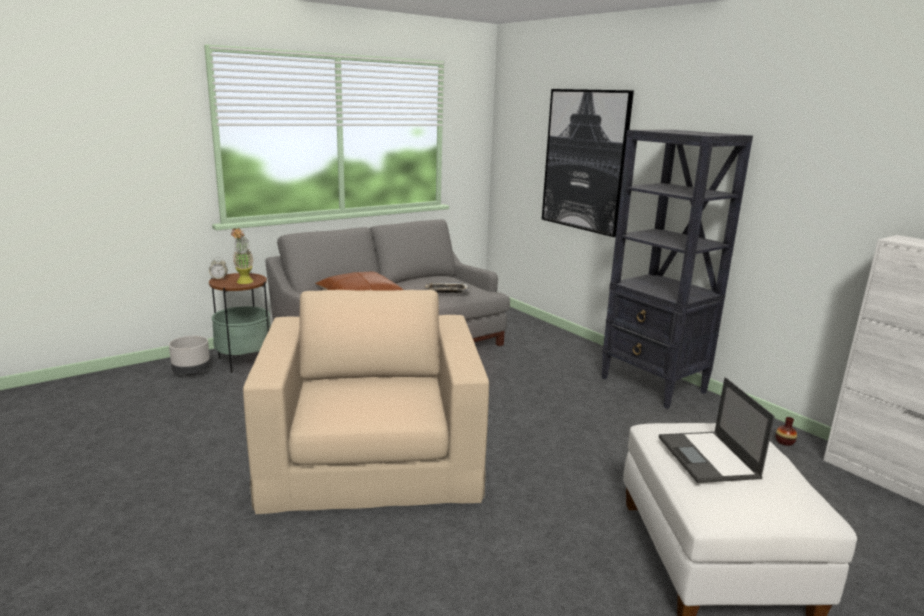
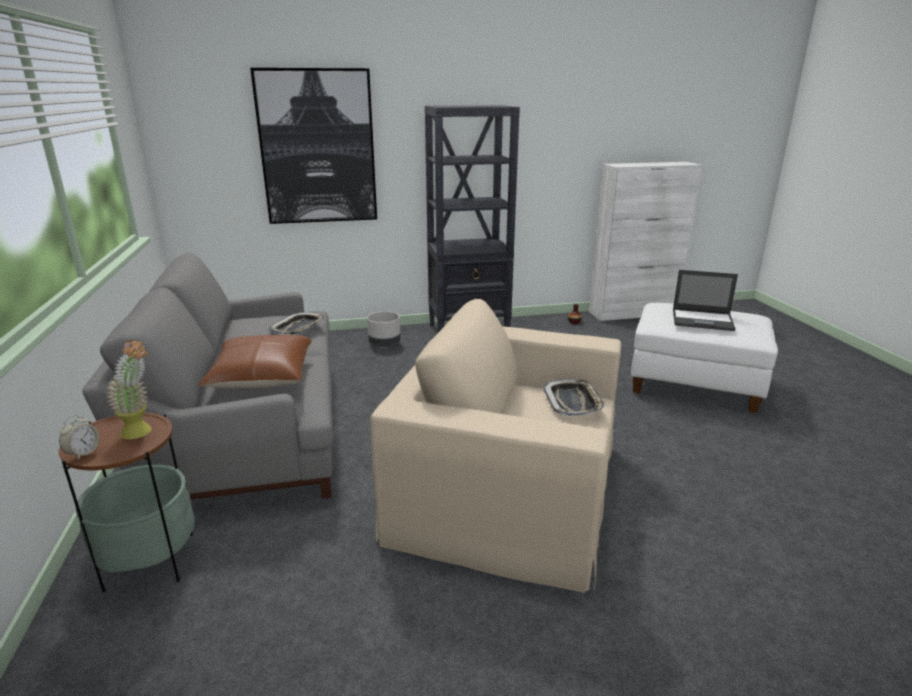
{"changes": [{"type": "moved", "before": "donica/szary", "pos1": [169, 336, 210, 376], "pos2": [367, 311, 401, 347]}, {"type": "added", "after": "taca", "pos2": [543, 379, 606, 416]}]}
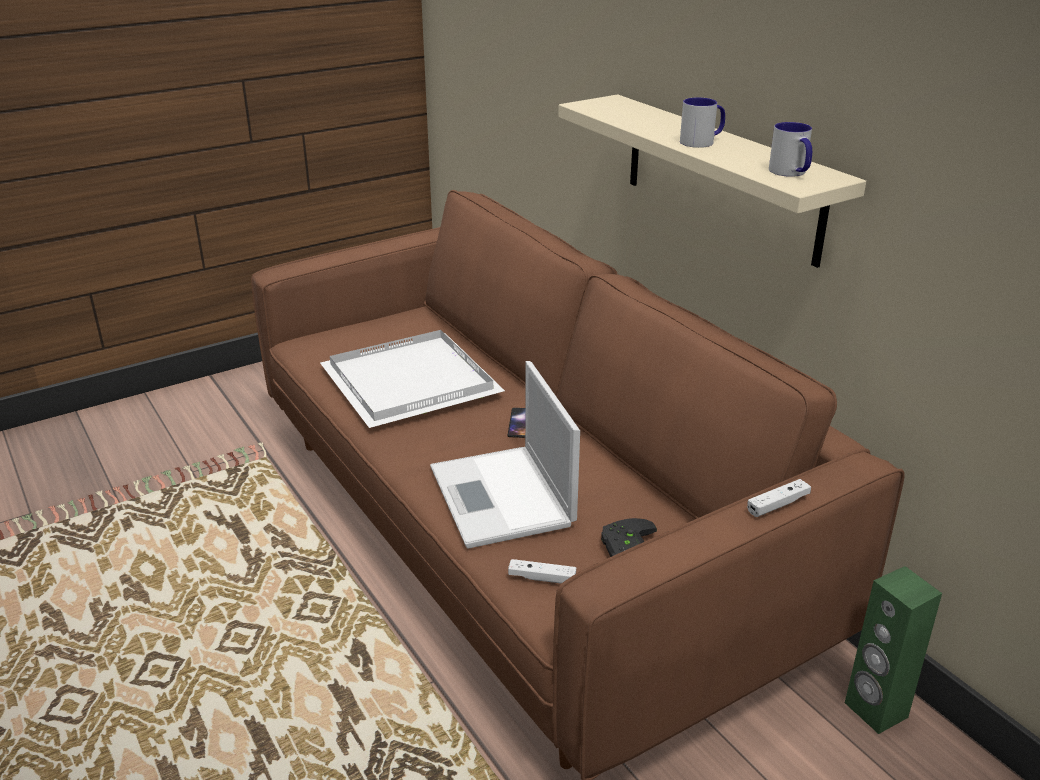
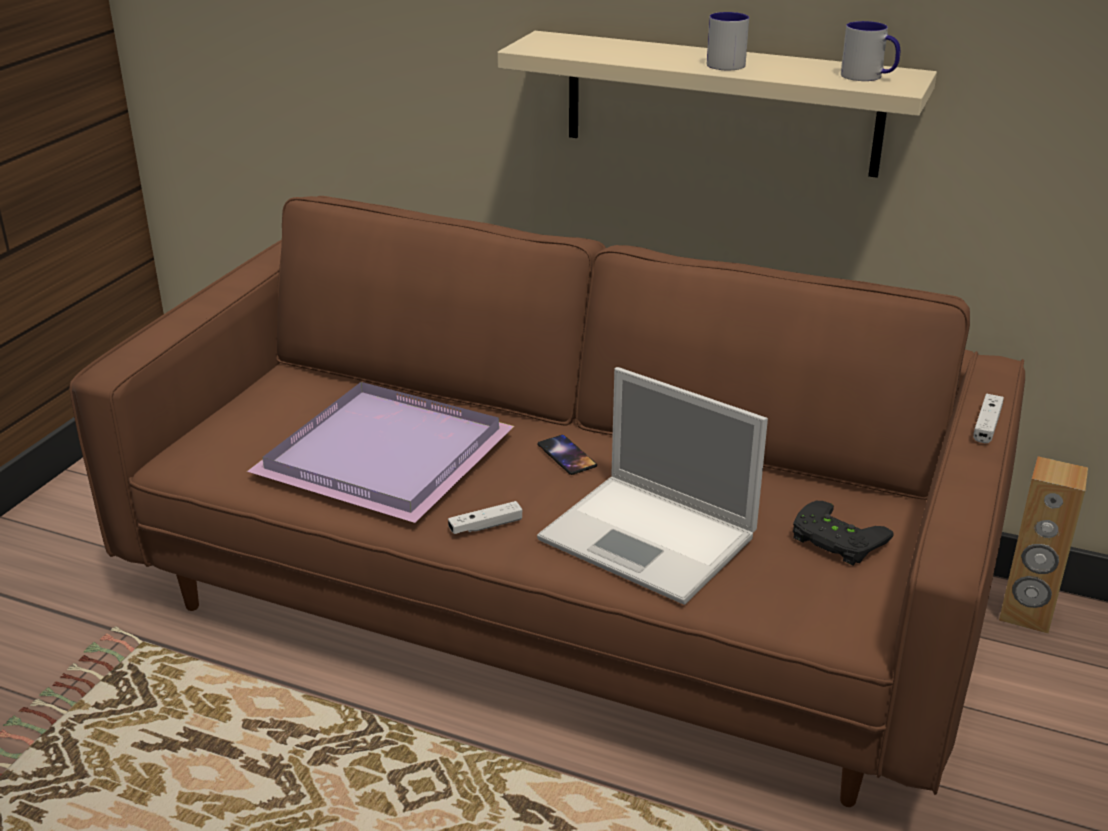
{"changes": [{"type": "recoloured", "before": "taca/biały", "after": "taca/fioletowy", "pos1": [320, 330, 505, 428], "pos2": [247, 382, 514, 523]}, {"type": "moved", "before": "pad do gier/biały", "pos1": [508, 559, 576, 584], "pos2": [448, 501, 522, 534]}, {"type": "recoloured", "before": "głośnik/zielony", "after": "głośnik/brązowy", "pos1": [845, 566, 942, 734], "pos2": [999, 456, 1088, 634]}]}
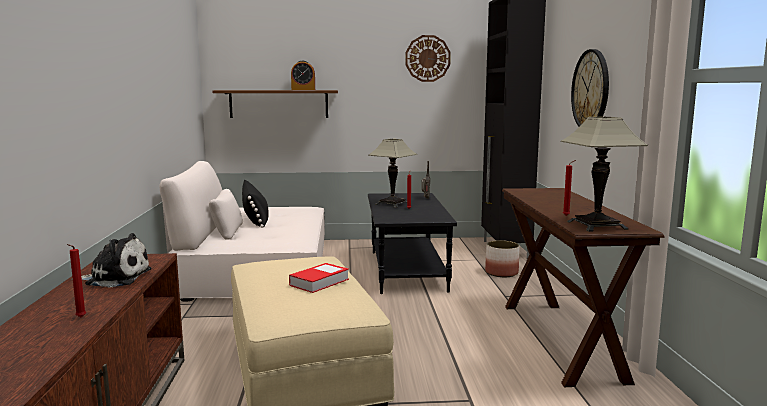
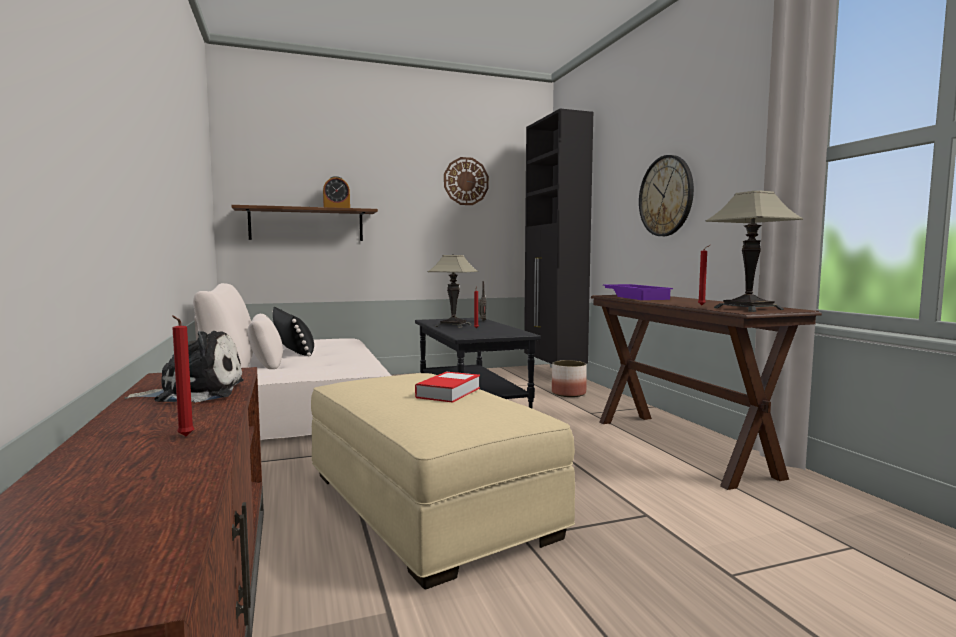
{"changes": [{"type": "added", "after": "taca/fioletowy", "pos2": [603, 284, 673, 300]}]}
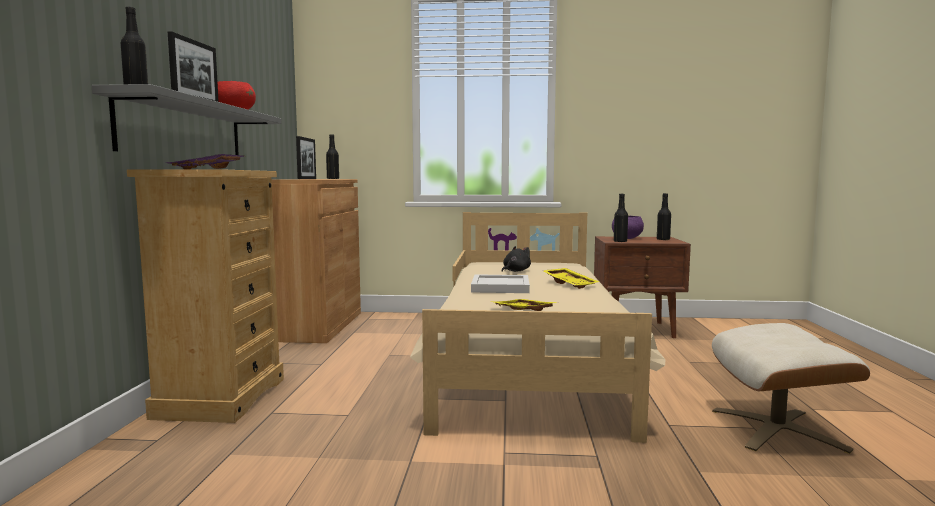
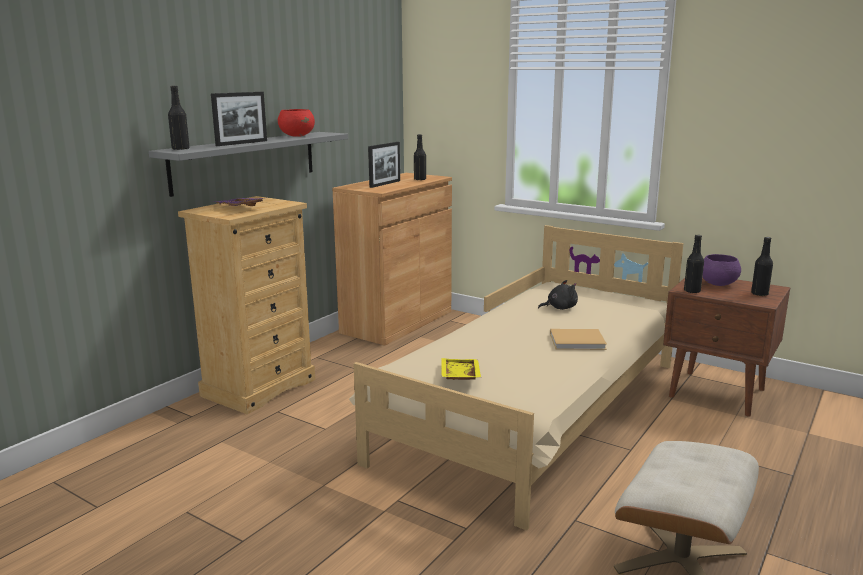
{"changes": [{"type": "replaced", "before": "taca/żółty", "after": "książka/beżowy", "pos1": [543, 268, 599, 289], "pos2": [550, 329, 607, 350]}, {"type": "removed", "before": "taca/biały", "pos1": [471, 274, 530, 293]}]}
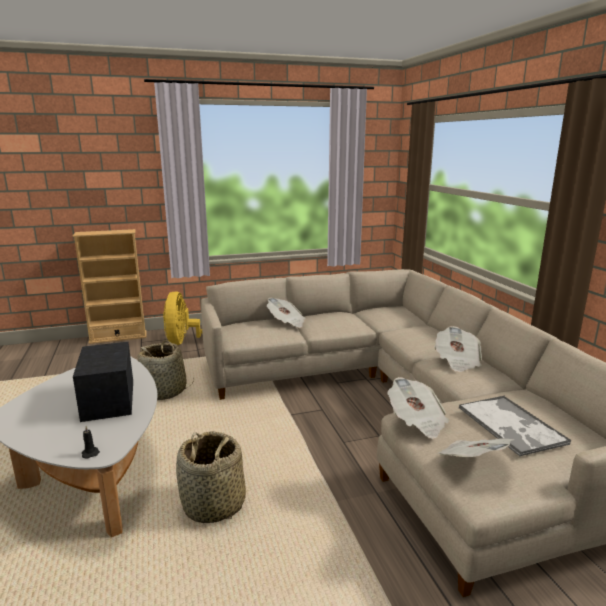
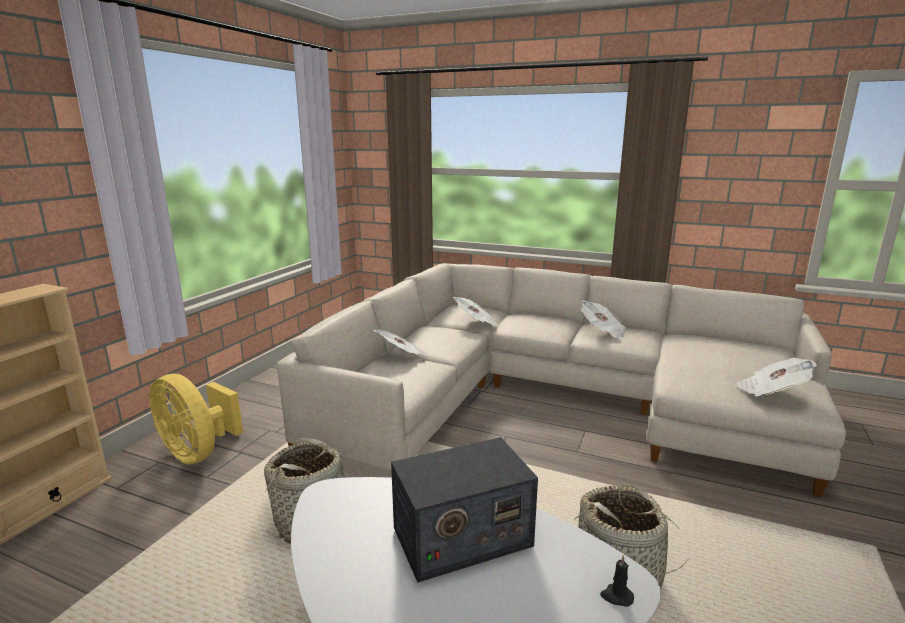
{"changes": [{"type": "turned", "before": "radio", "pos1": [73, 342, 133, 422], "pos2": [391, 437, 538, 583], "turn": -45}, {"type": "moved", "before": "gazeta", "pos1": [388, 377, 449, 439], "pos2": [453, 297, 498, 326]}, {"type": "removed", "before": "taca", "pos1": [459, 396, 571, 457]}]}
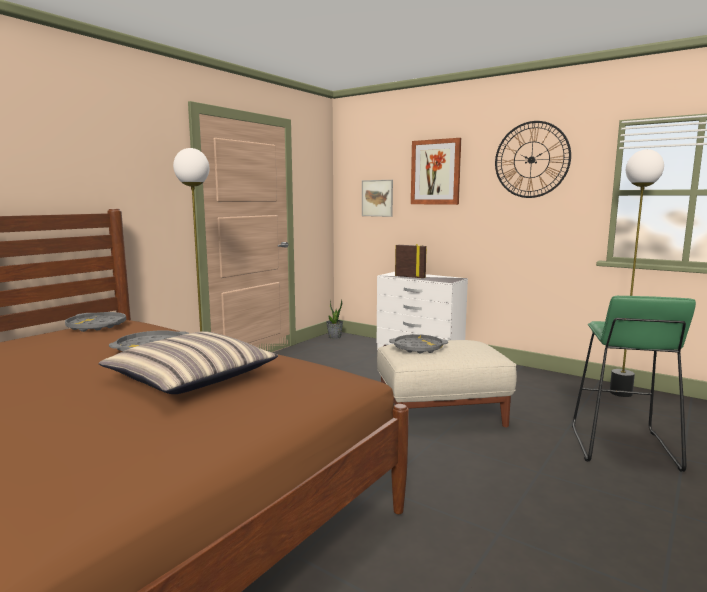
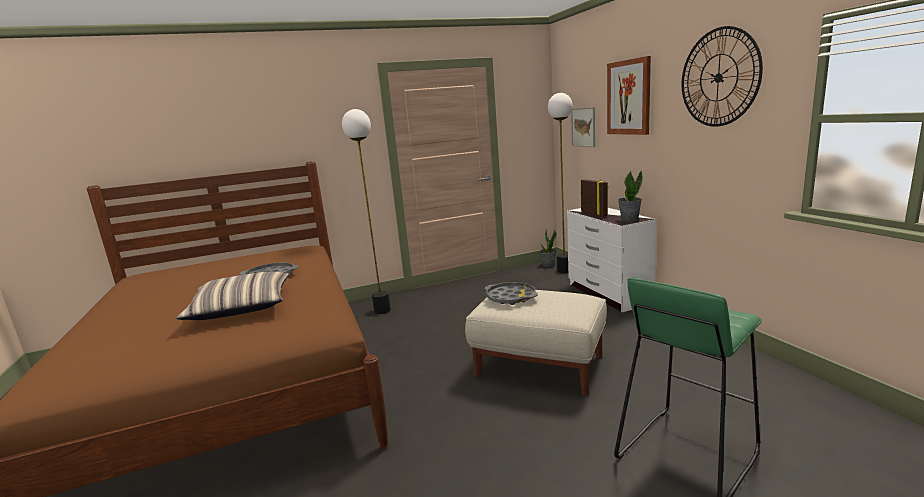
{"changes": [{"type": "moved", "before": "lampa stojąca", "pos1": [610, 149, 664, 397], "pos2": [548, 93, 573, 273]}, {"type": "added", "after": "roślina doniczkowa", "pos2": [618, 170, 643, 222]}, {"type": "removed", "before": "taca/szary", "pos1": [65, 312, 126, 332]}]}
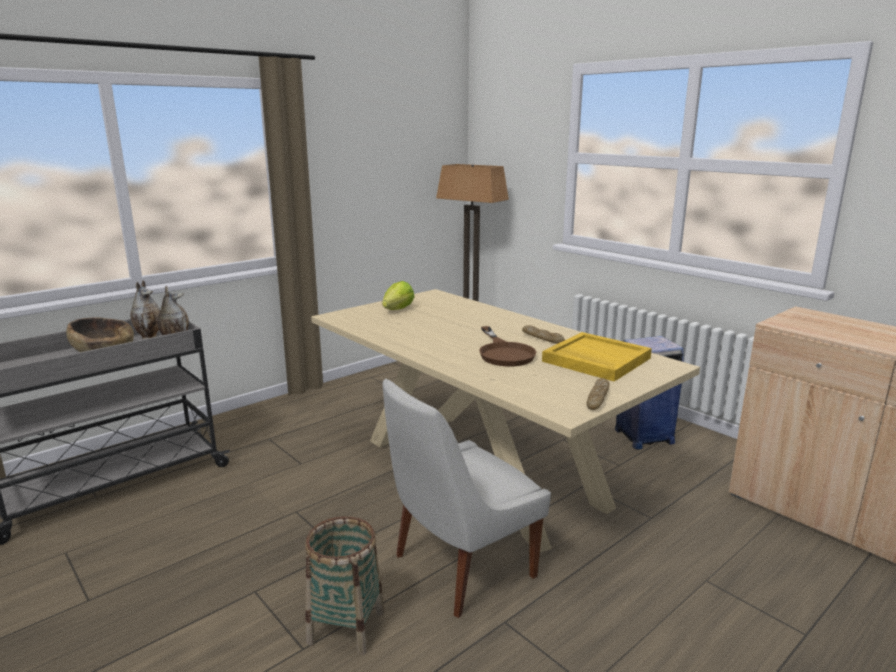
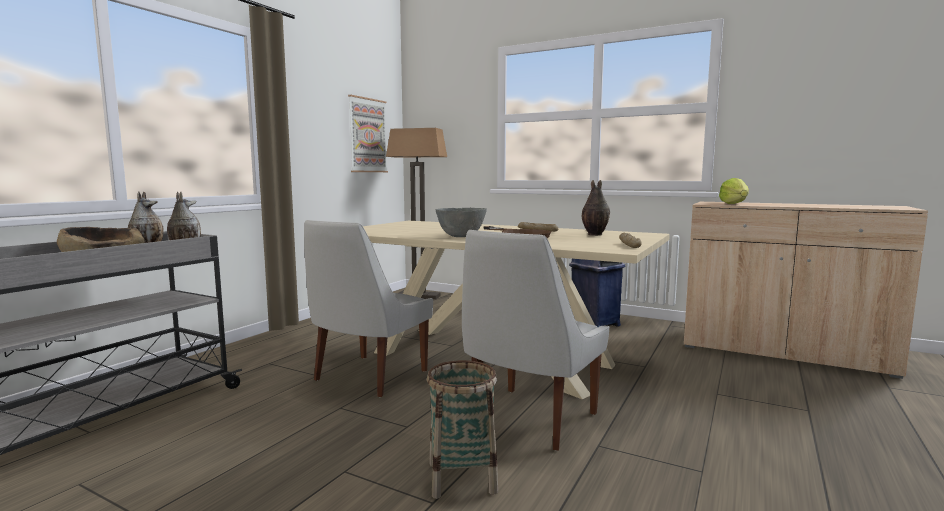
{"changes": [{"type": "added", "after": "krzesło/biały", "pos2": [304, 220, 433, 397]}, {"type": "added", "after": "obraz", "pos2": [348, 95, 388, 172]}, {"type": "added", "after": "miska/szary", "pos2": [435, 208, 487, 237]}, {"type": "replaced", "before": "taca/żółty", "after": "wazon", "pos1": [542, 332, 652, 382], "pos2": [582, 180, 610, 236]}, {"type": "moved", "before": "sałata", "pos1": [382, 281, 415, 310], "pos2": [719, 178, 749, 204]}]}
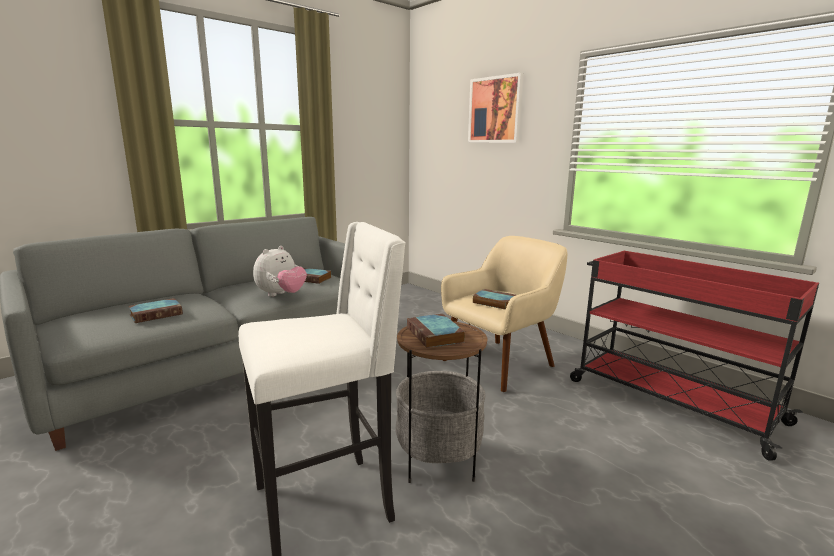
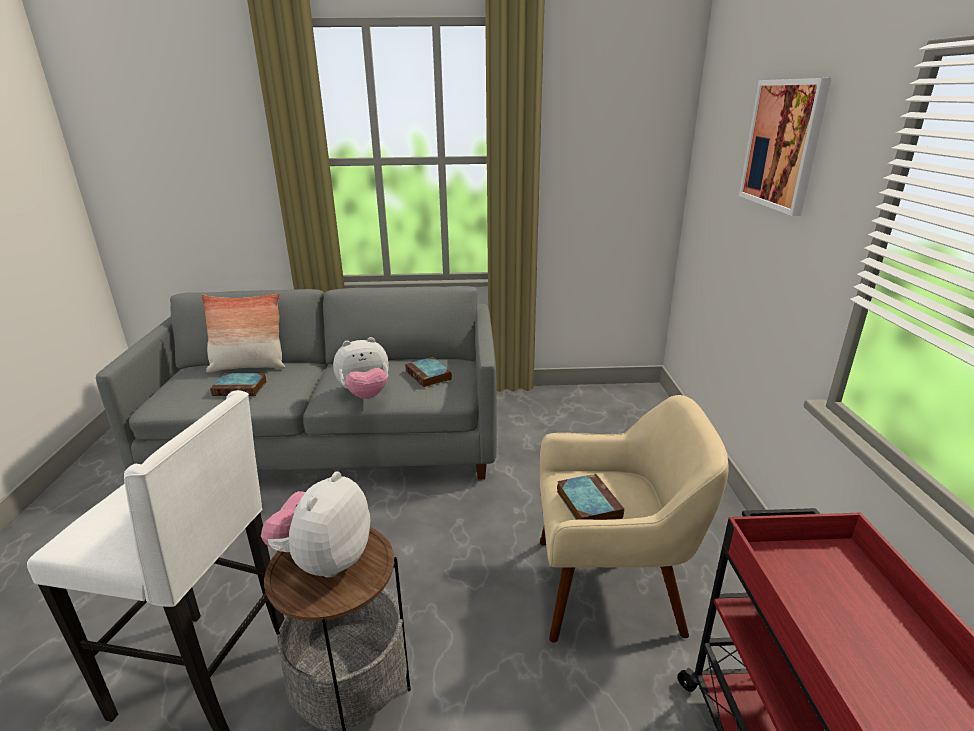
{"changes": [{"type": "added", "after": "poduszka", "pos2": [202, 293, 285, 373]}, {"type": "replaced", "before": "książka", "after": "pluszak", "pos1": [407, 314, 465, 348], "pos2": [261, 471, 371, 578]}]}
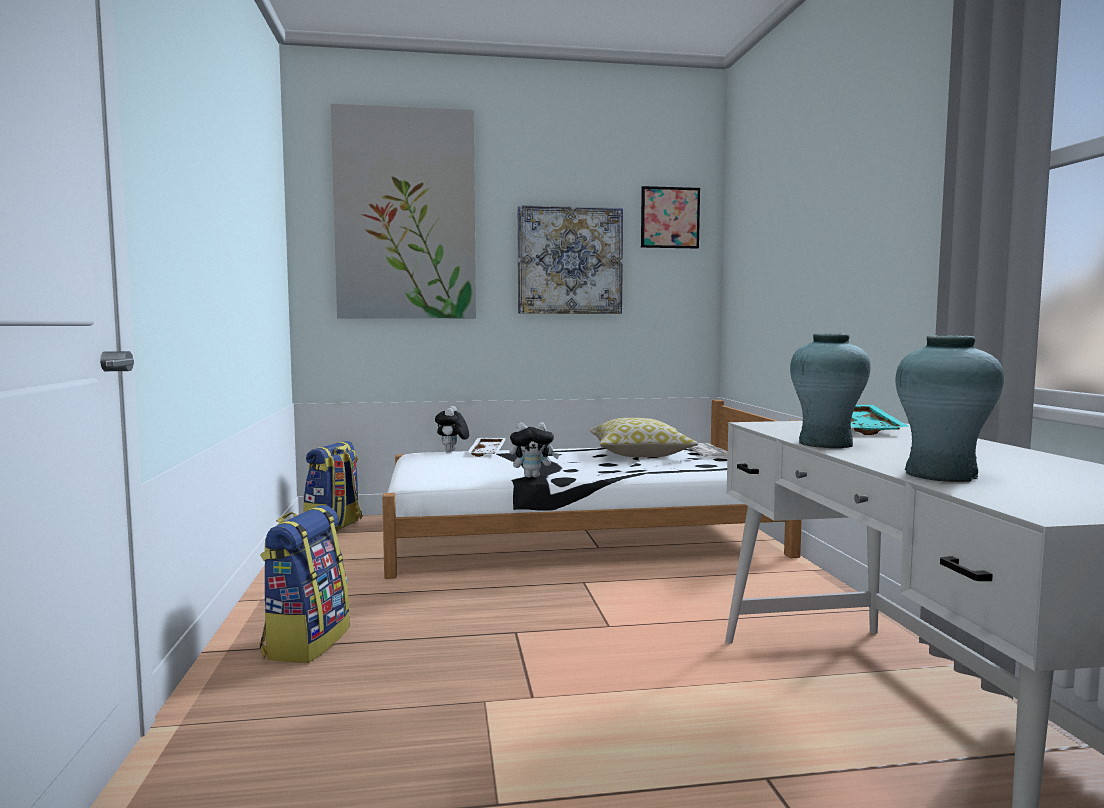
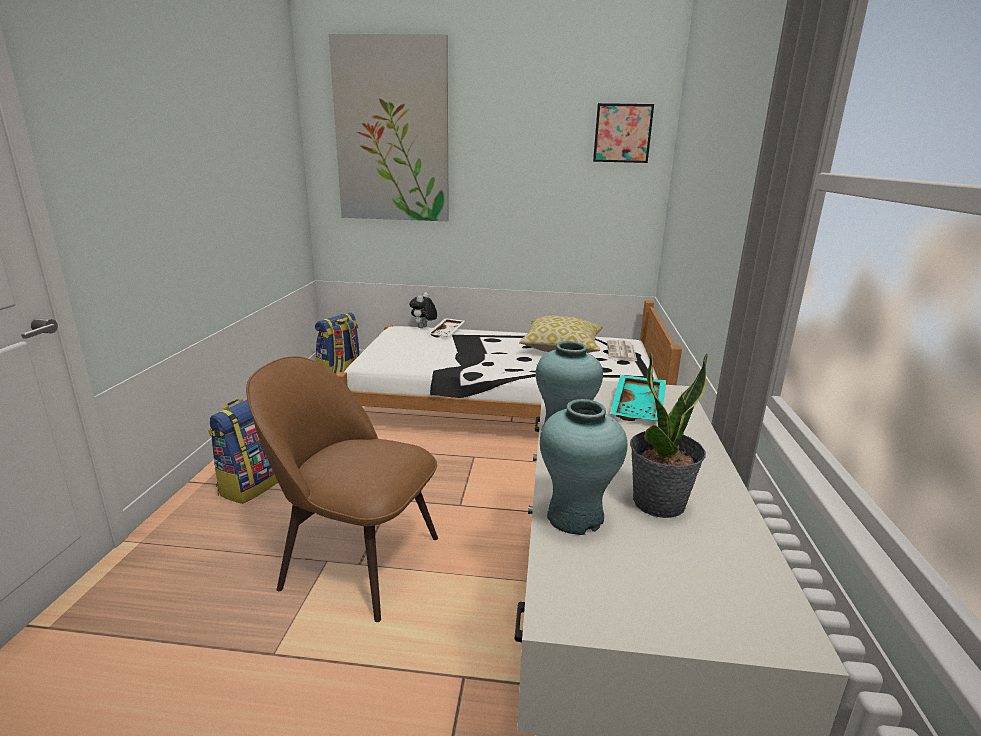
{"changes": [{"type": "added", "after": "krzesło/brązowy", "pos2": [246, 356, 438, 622]}, {"type": "added", "after": "roślina doniczkowa", "pos2": [630, 352, 708, 518]}, {"type": "removed", "before": "pluszak", "pos1": [509, 423, 559, 478]}, {"type": "removed", "before": "obraz", "pos1": [517, 205, 623, 314]}]}
